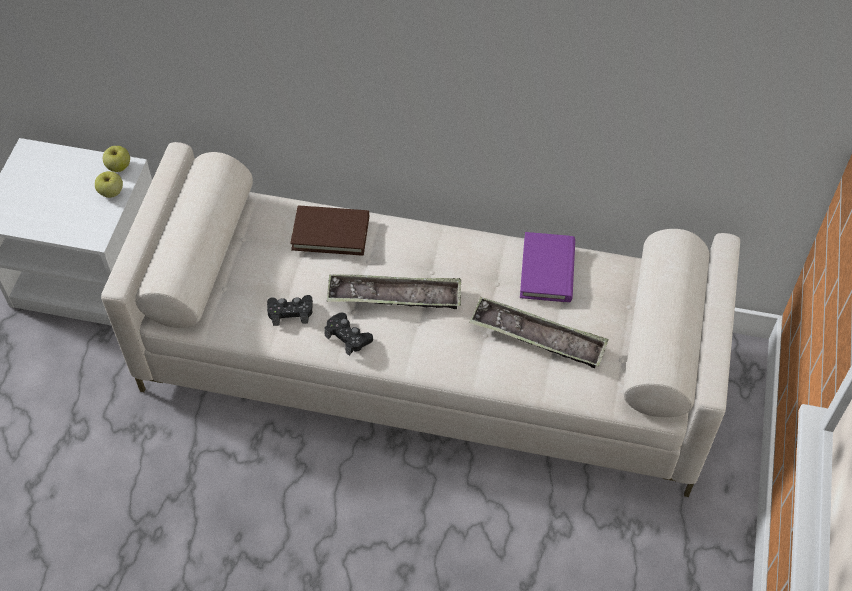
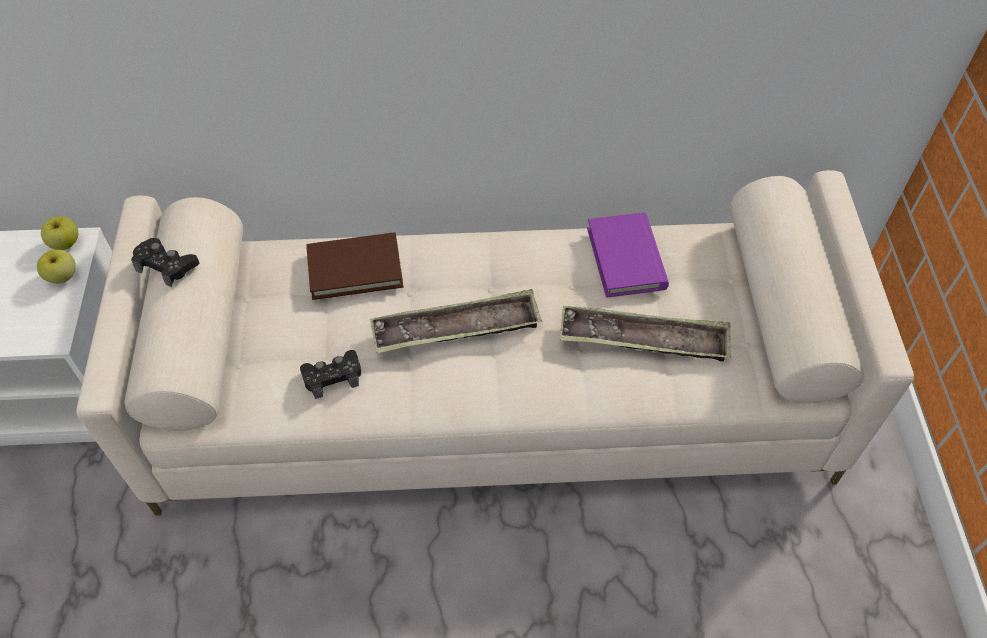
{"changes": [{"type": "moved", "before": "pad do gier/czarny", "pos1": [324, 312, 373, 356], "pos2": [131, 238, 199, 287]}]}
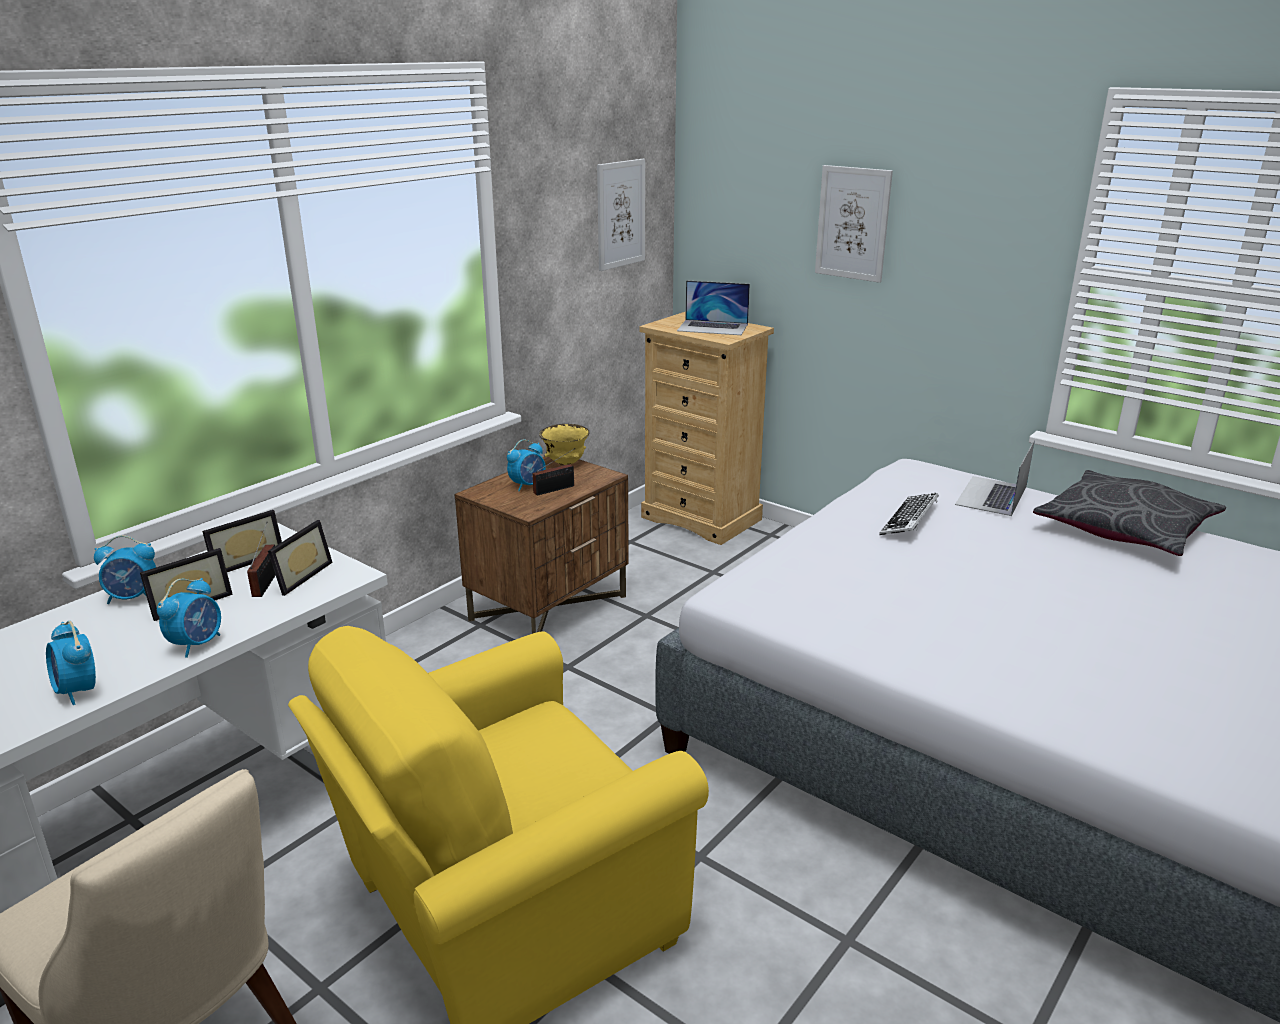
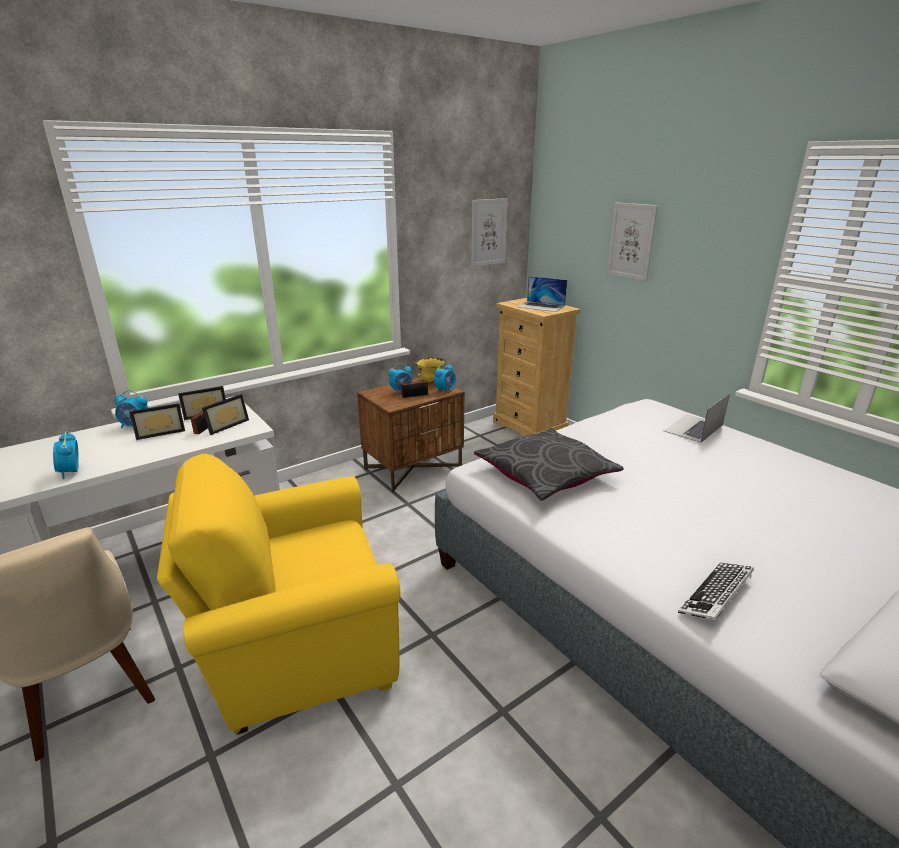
{"changes": [{"type": "moved", "before": "budzik", "pos1": [157, 578, 221, 658], "pos2": [434, 362, 456, 394]}, {"type": "moved", "before": "poduszka/szary", "pos1": [1033, 470, 1226, 556], "pos2": [474, 428, 624, 501]}, {"type": "moved", "before": "klawiatura", "pos1": [879, 493, 939, 535], "pos2": [678, 563, 754, 620]}]}
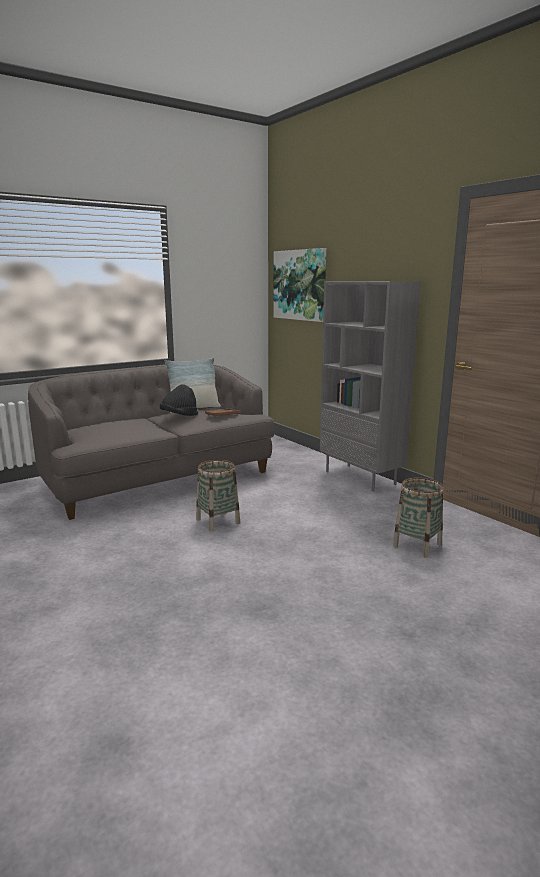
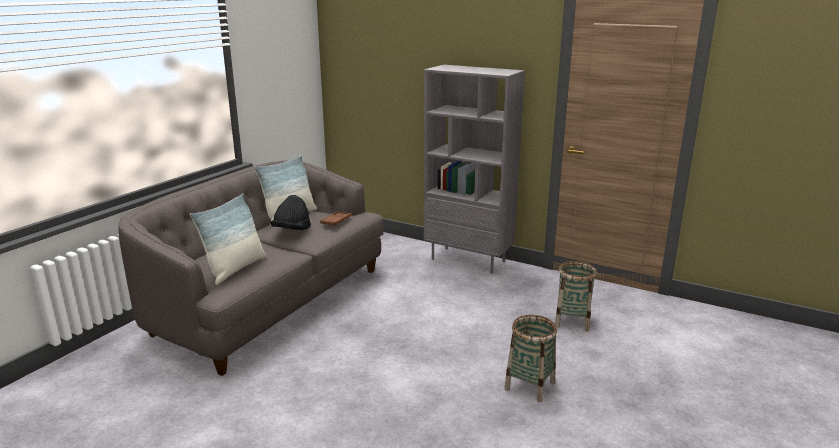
{"changes": [{"type": "added", "after": "poduszka", "pos2": [190, 193, 267, 285]}, {"type": "moved", "before": "koszyk", "pos1": [196, 460, 240, 531], "pos2": [504, 315, 557, 402]}, {"type": "removed", "before": "obraz", "pos1": [274, 248, 326, 322]}]}
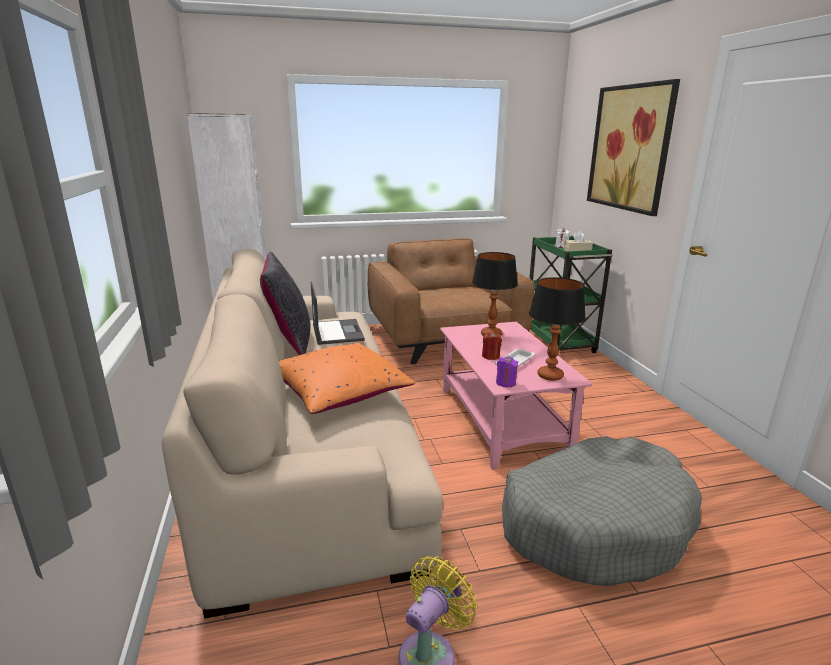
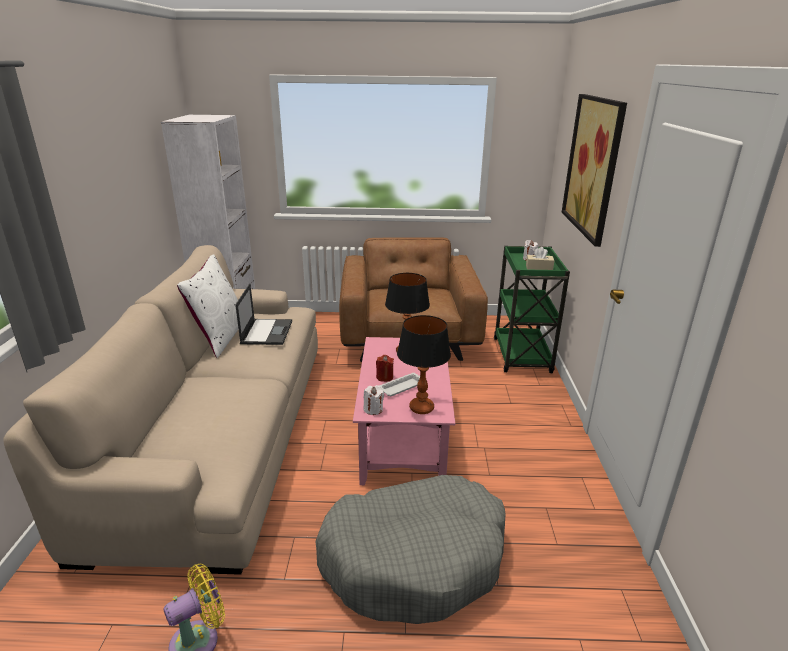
{"changes": [{"type": "recoloured", "before": "poduszka/czarny", "after": "poduszka/biały", "pos1": [260, 252, 311, 355], "pos2": [177, 254, 238, 358]}, {"type": "recoloured", "before": "świeca/fioletowy", "after": "świeca/biały", "pos1": [496, 356, 518, 387], "pos2": [363, 385, 384, 415]}, {"type": "removed", "before": "poduszka/pomarańczowy", "pos1": [279, 343, 415, 414]}]}
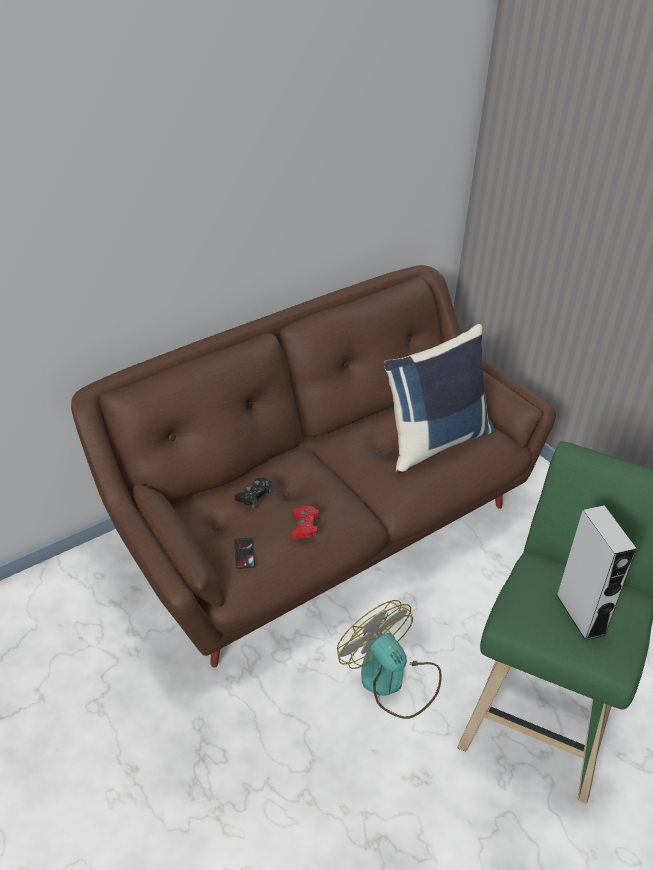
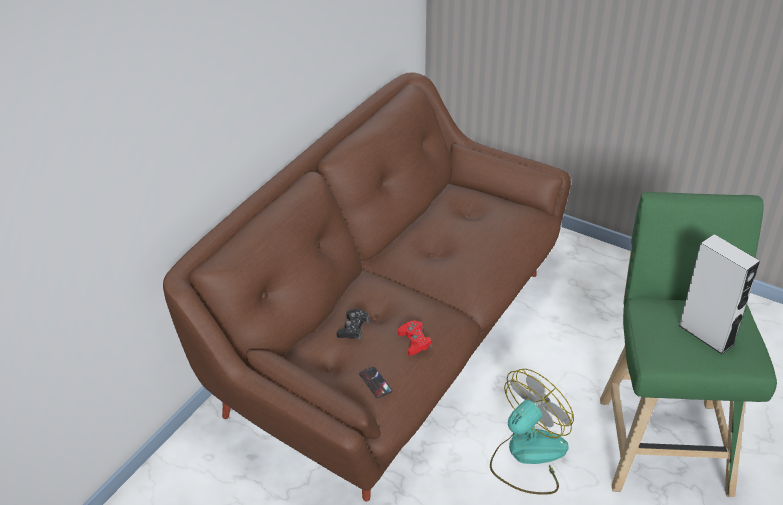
{"changes": [{"type": "turned", "before": "wentylator", "pos1": [337, 600, 442, 719], "pos2": [490, 369, 574, 495], "turn": 105}, {"type": "removed", "before": "poduszka/niebieski", "pos1": [383, 324, 495, 473]}]}
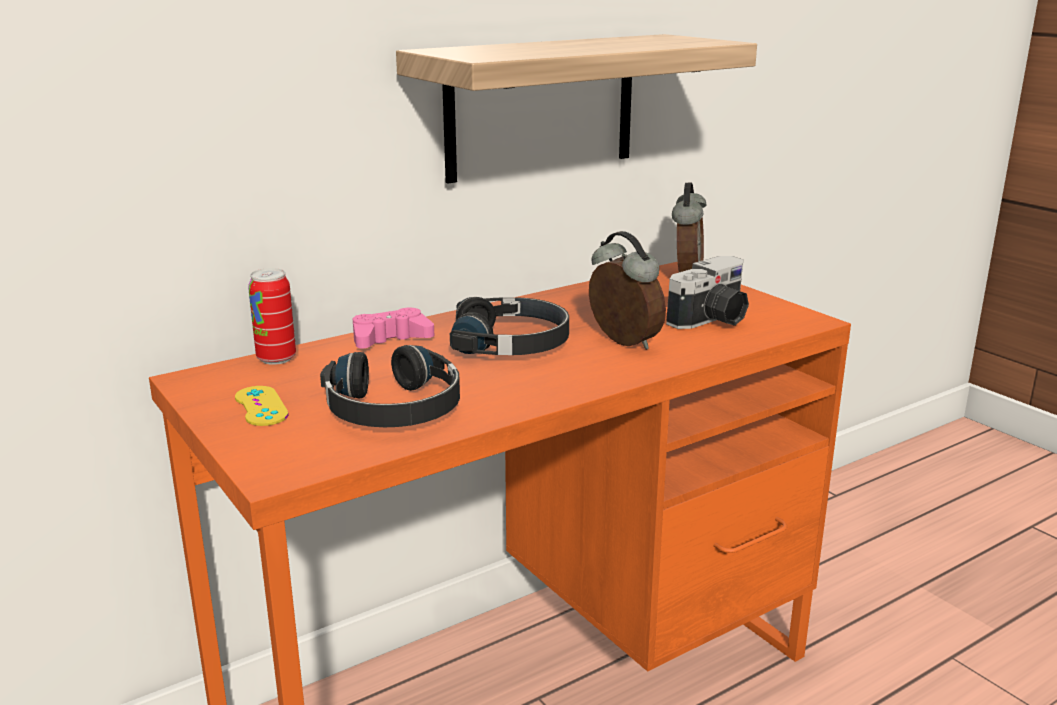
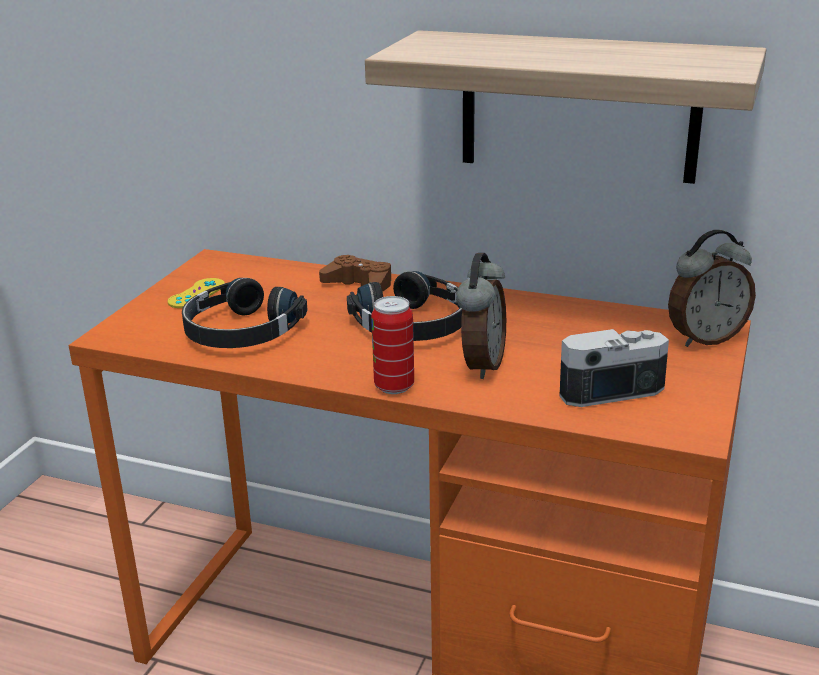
{"changes": [{"type": "recoloured", "before": "pad do gier/różowy", "after": "pad do gier/brązowy", "pos1": [353, 308, 434, 348], "pos2": [319, 255, 391, 292]}, {"type": "moved", "before": "puszka", "pos1": [248, 268, 296, 365], "pos2": [371, 296, 414, 394]}, {"type": "turned", "before": "aparat fotograficzny", "pos1": [666, 256, 749, 329], "pos2": [559, 329, 669, 407], "turn": 150}]}
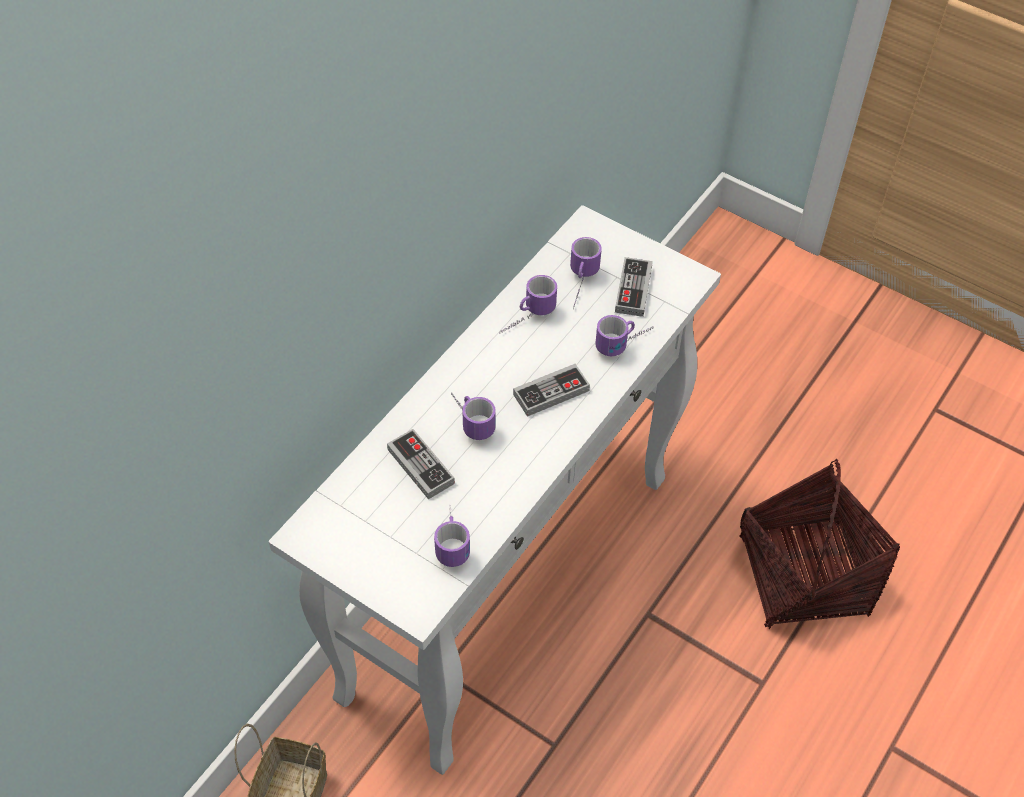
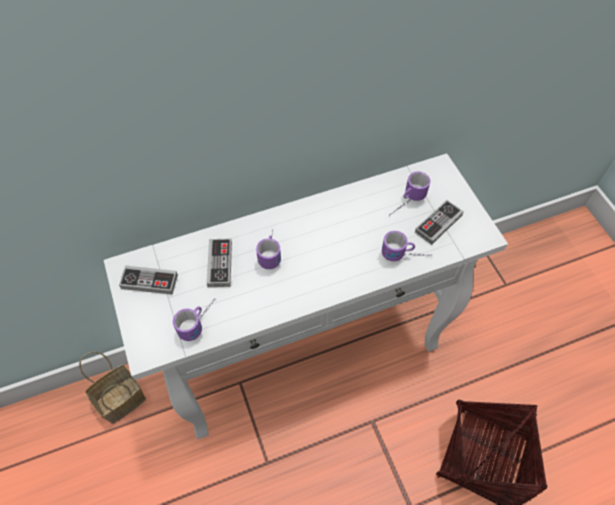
{"changes": [{"type": "moved", "before": "pad do gier", "pos1": [513, 364, 590, 417], "pos2": [119, 266, 178, 295]}, {"type": "removed", "before": "kubek", "pos1": [499, 275, 557, 334]}]}
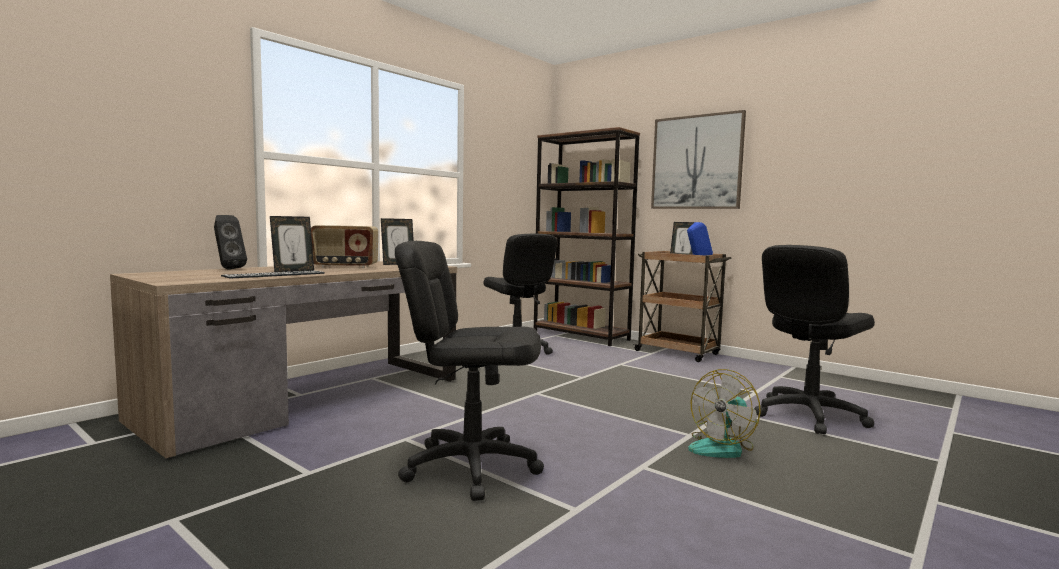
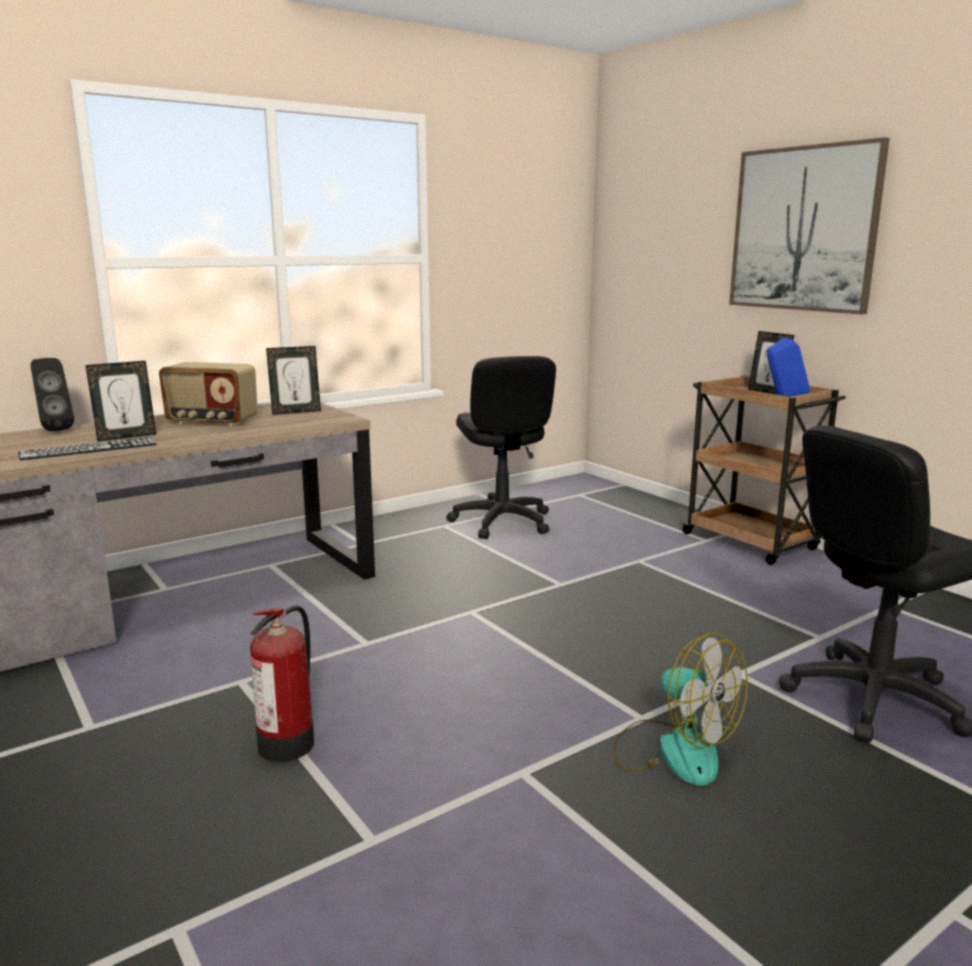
{"changes": [{"type": "replaced", "before": "krzesło biurowe/czarny", "after": "gaśnica", "pos1": [395, 241, 544, 501], "pos2": [250, 605, 314, 762]}, {"type": "turned", "before": "wentylator", "pos1": [688, 369, 761, 458], "pos2": [613, 633, 748, 786], "turn": -105}, {"type": "removed", "before": "regał/brązowy", "pos1": [534, 127, 640, 346]}]}
